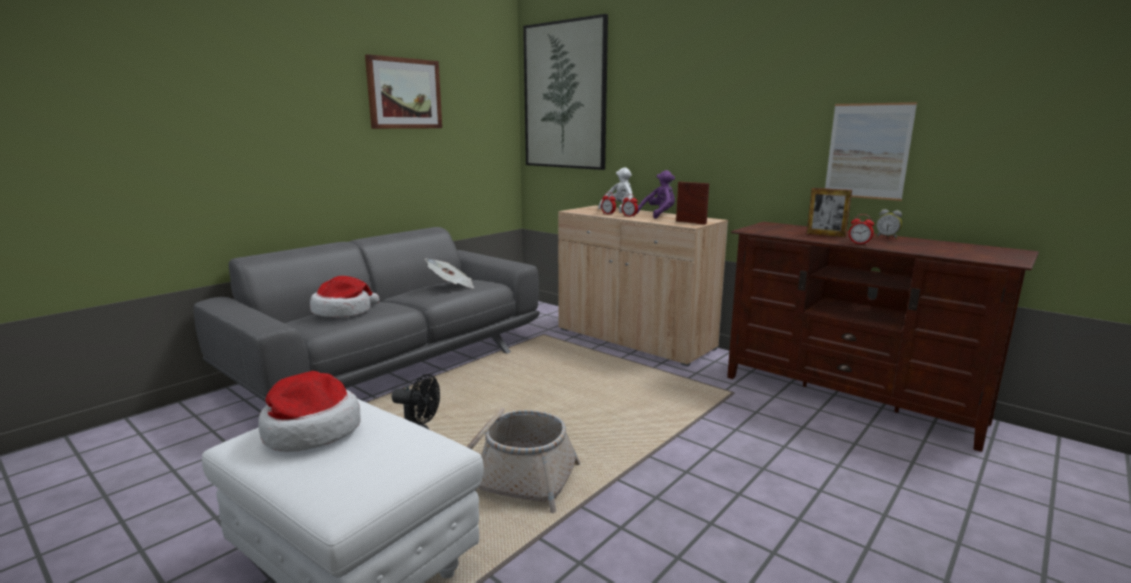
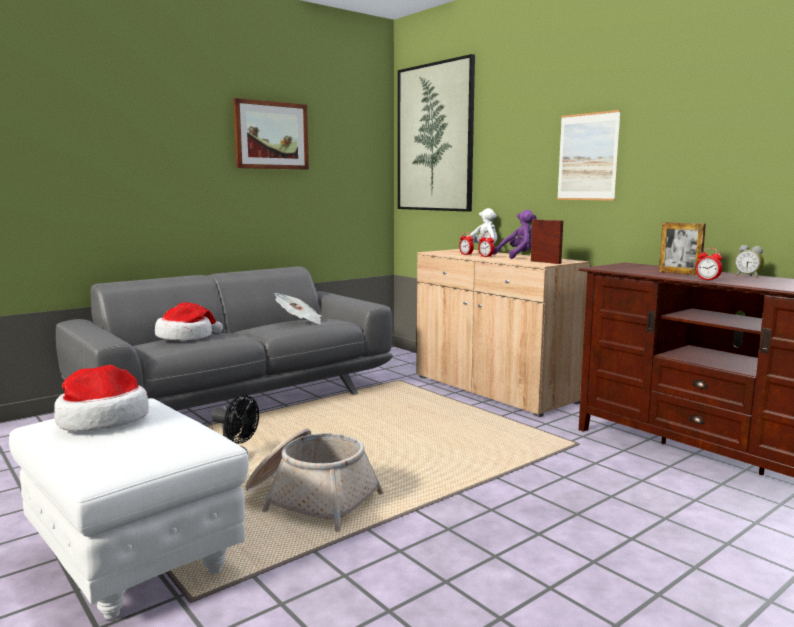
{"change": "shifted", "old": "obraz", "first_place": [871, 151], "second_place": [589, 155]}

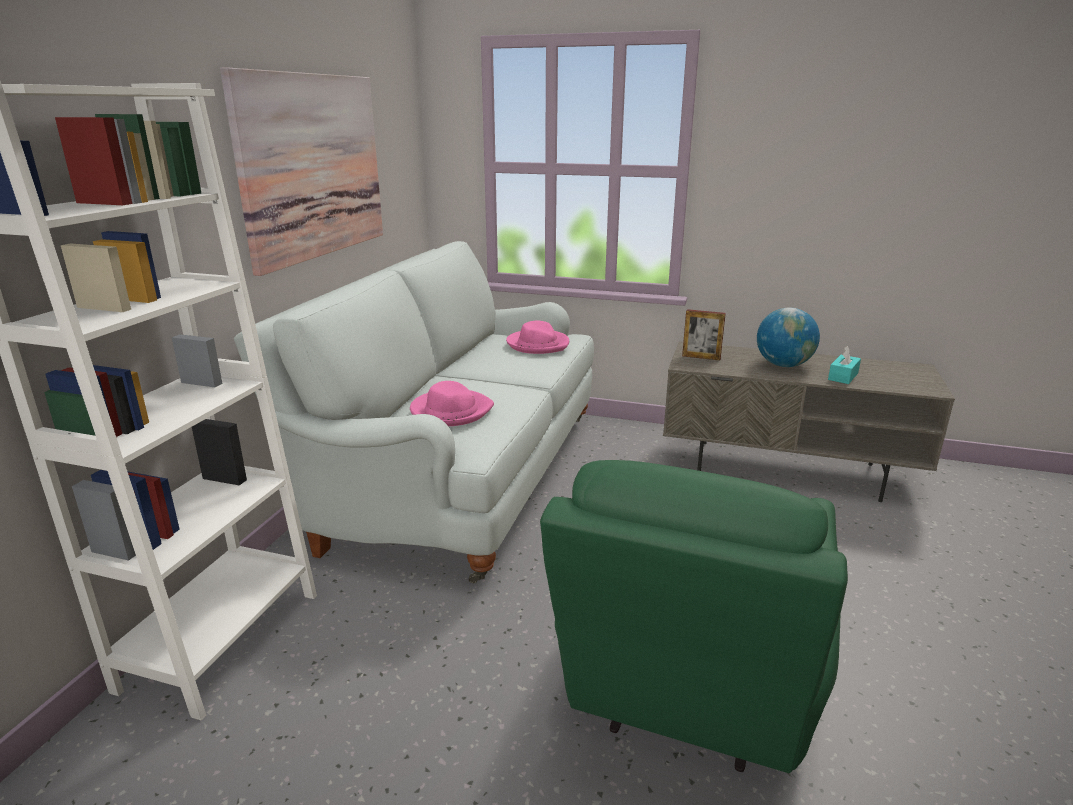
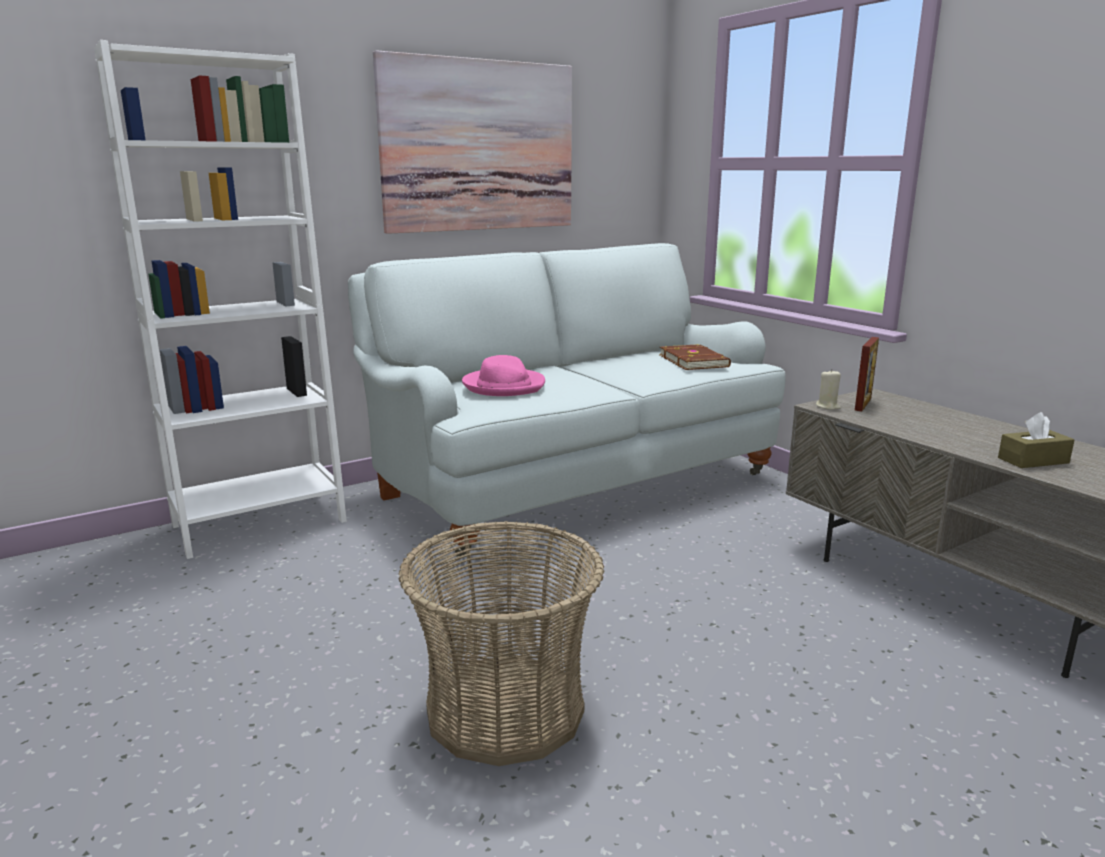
{"change": "swapped", "old": "fotel (zielony)", "new": "koszyk", "first_place": [694, 616], "second_place": [501, 643]}
{"change": "swapped", "old": "kapelusz (różowy)", "new": "książka (brązowy)", "first_place": [537, 337], "second_place": [695, 357]}
{"change": "new", "new": "świeca (beżowy)", "second_place": [828, 389]}
{"change": "rotated", "old": "ramka na zdjęcie", "first_place": [704, 335], "second_place": [867, 374], "degrees": -120}
{"change": "repainted", "old": "pudełko chusteczek (turkusowy)", "new": "pudełko chusteczek (brązowy)", "first_place": [844, 365], "second_place": [1036, 440]}
{"change": "gone", "old": "globus", "first_place": [788, 337]}

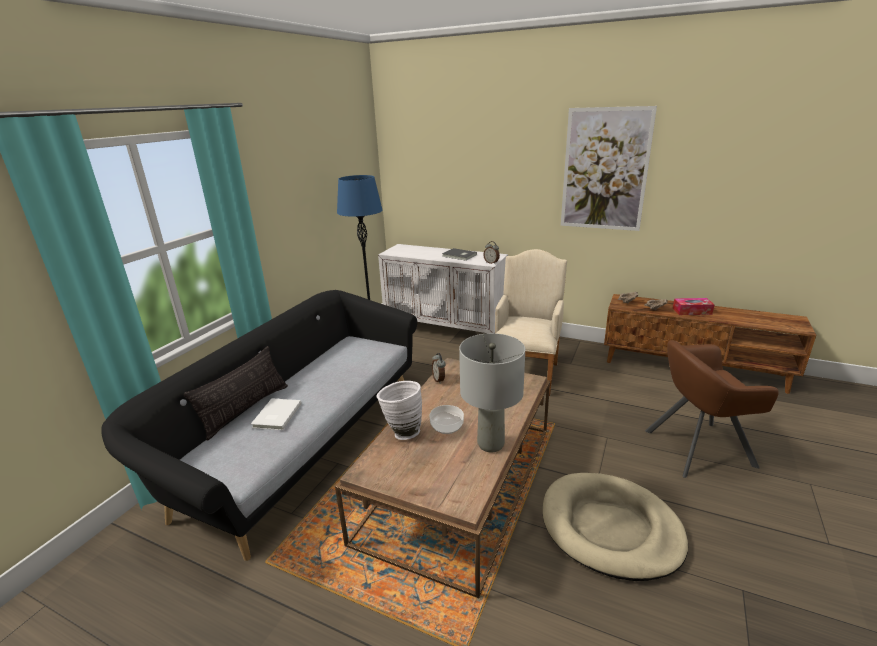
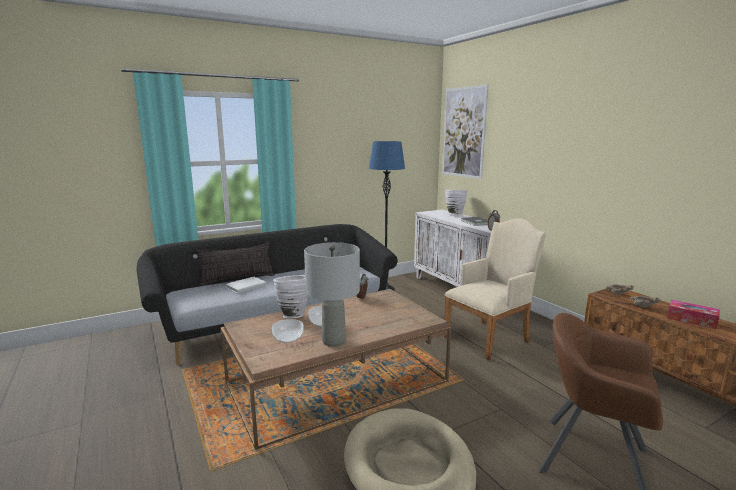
{"change": "new", "new": "miska", "second_place": [288, 331]}
{"change": "shifted", "old": "obraz", "first_place": [609, 168], "second_place": [465, 131]}
{"change": "new", "new": "wazon (biały)", "second_place": [456, 202]}

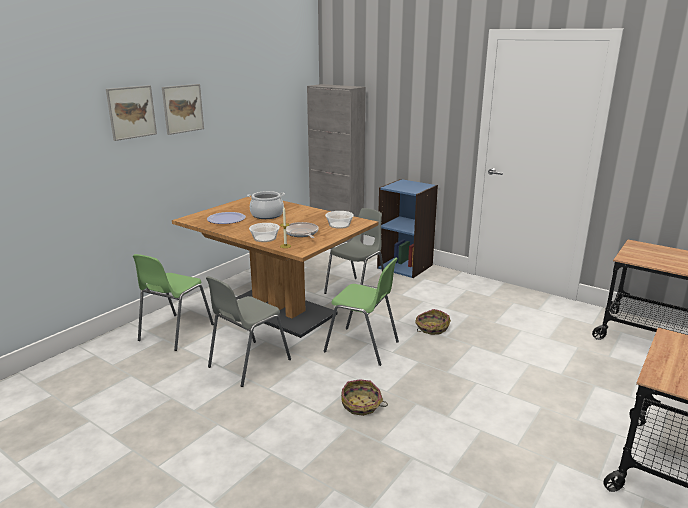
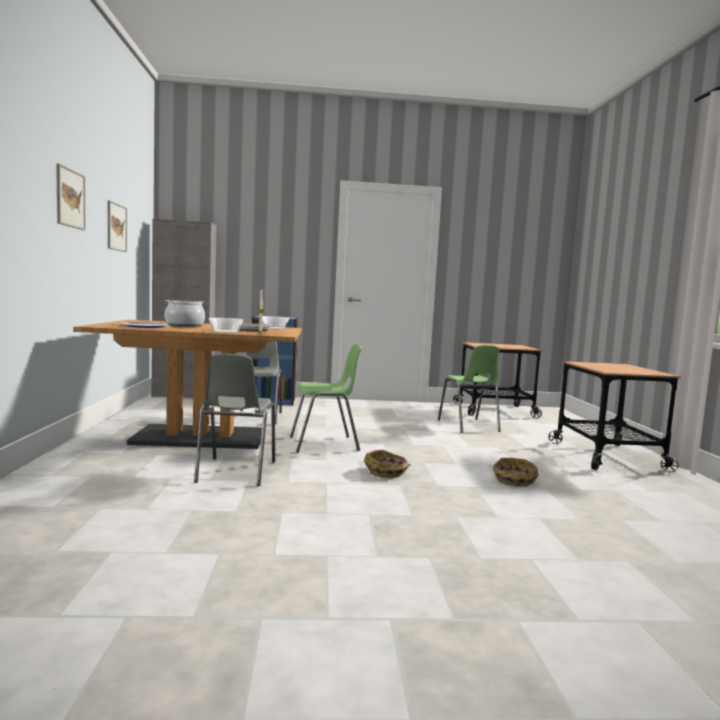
{"change": "shifted", "old": "obraz", "first_place": [131, 113], "second_place": [117, 226]}
{"change": "shifted", "old": "krzesło (zielony)", "first_place": [173, 302], "second_place": [469, 389]}
{"change": "shifted", "old": "koszyk", "first_place": [433, 322], "second_place": [516, 472]}

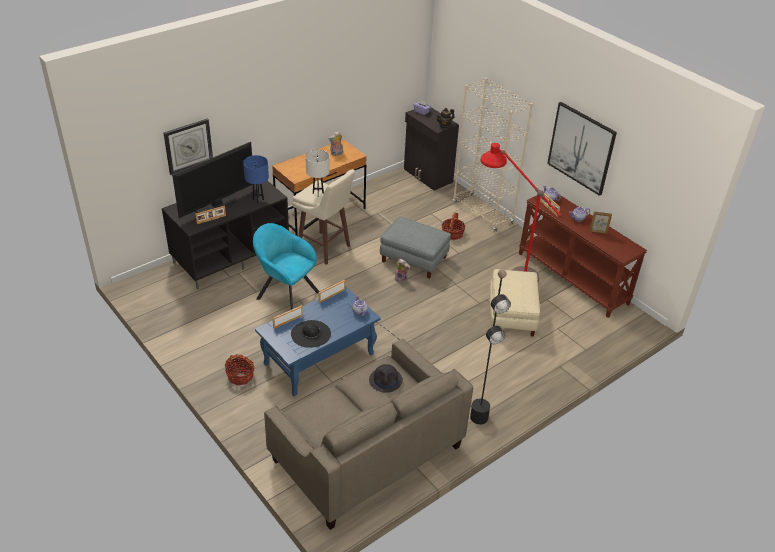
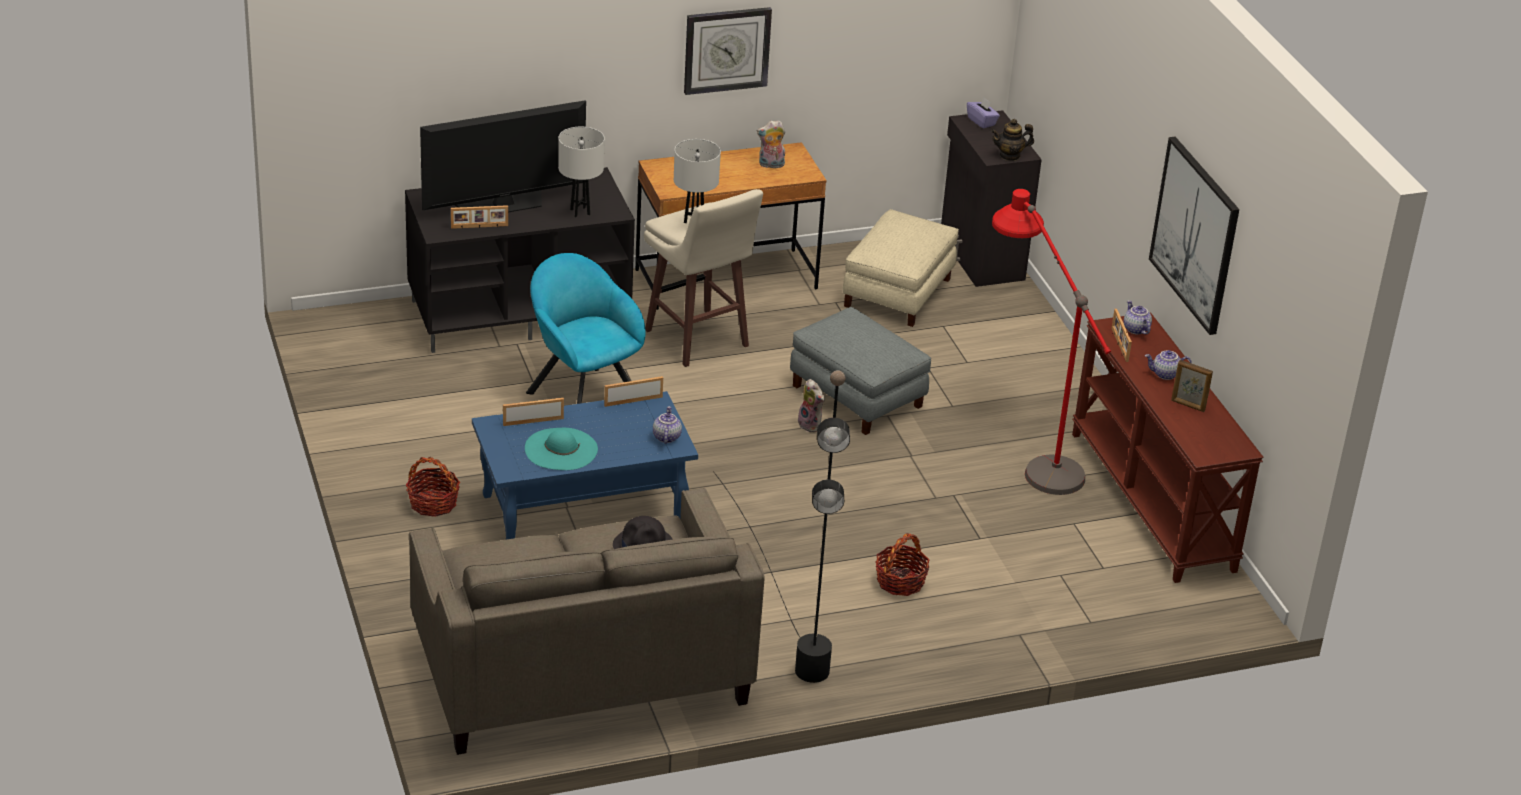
{"change": "repainted", "old": "kapelusz (czarny)", "new": "kapelusz (turkusowy)", "first_place": [311, 334], "second_place": [561, 449]}
{"change": "repainted", "old": "lampa stołowa (niebieski)", "new": "lampa stołowa (biały)", "first_place": [256, 179], "second_place": [581, 172]}
{"change": "shifted", "old": "zegar ścienny", "first_place": [188, 147], "second_place": [728, 51]}
{"change": "shifted", "old": "pufa (beżowy)", "first_place": [515, 303], "second_place": [901, 268]}
{"change": "shifted", "old": "koszyk", "first_place": [454, 226], "second_place": [902, 564]}
{"change": "gone", "old": "regał (beżowy)", "first_place": [493, 155]}

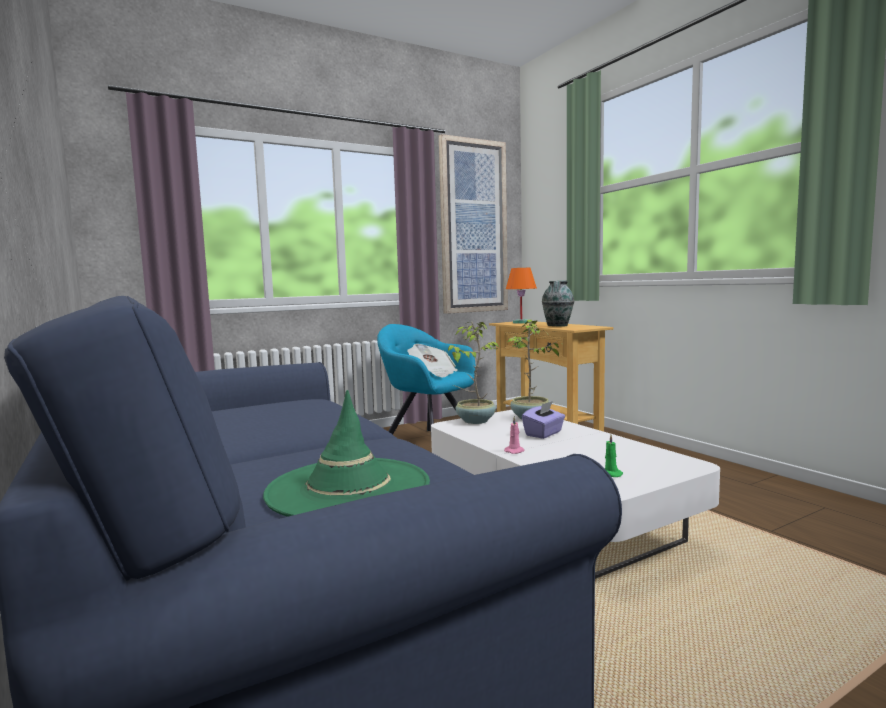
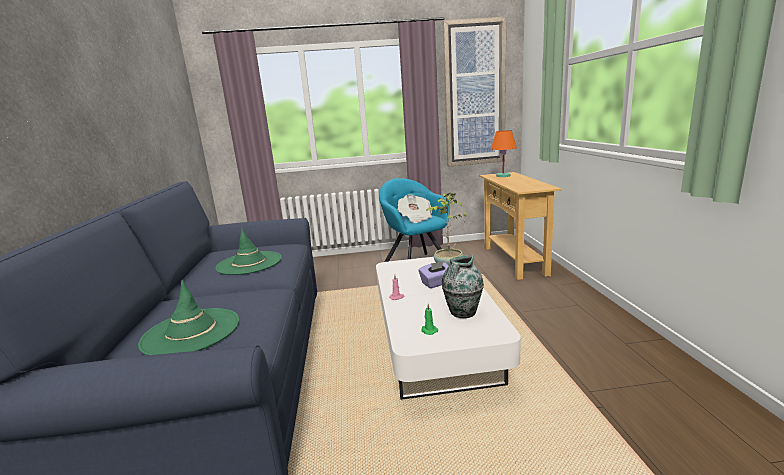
{"change": "new", "new": "kapelusz (zielony)", "second_place": [248, 251]}
{"change": "shifted", "old": "wazon", "first_place": [558, 303], "second_place": [463, 286]}
{"change": "gone", "old": "roślina doniczkowa", "first_place": [474, 373]}

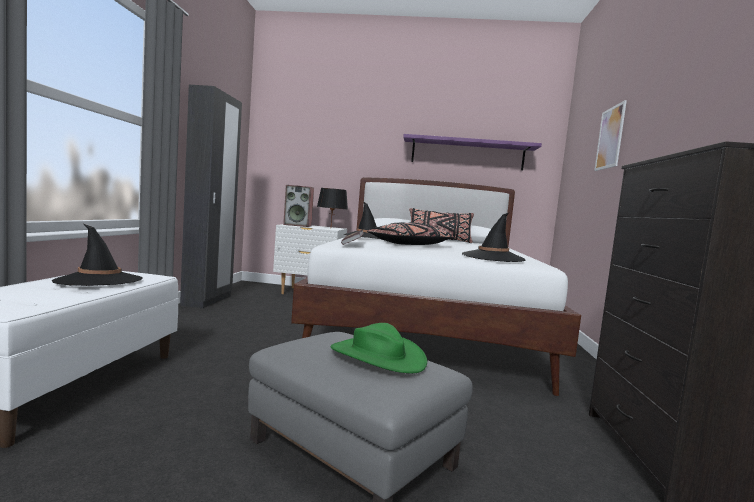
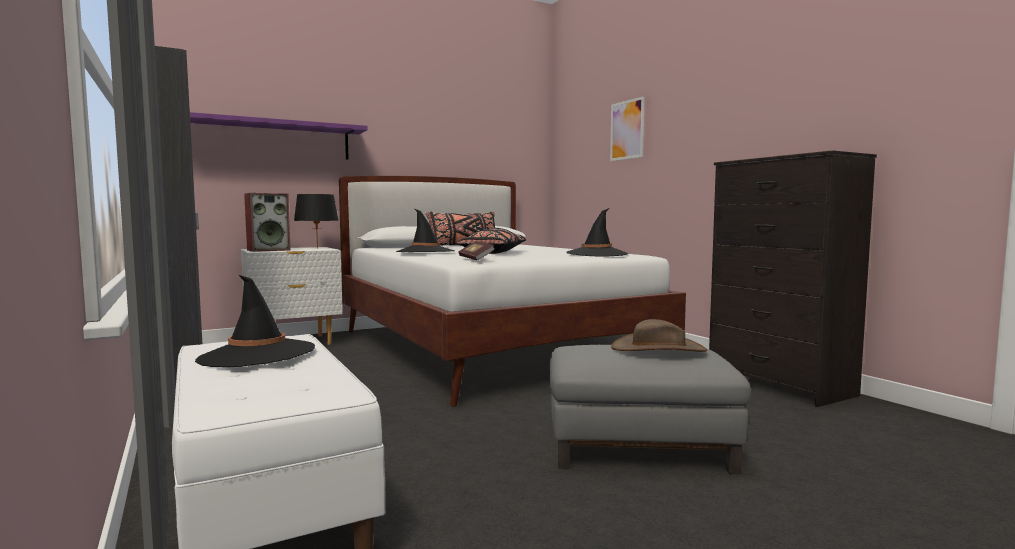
{"change": "shifted", "old": "półka (fioletowy)", "first_place": [472, 152], "second_place": [279, 136]}
{"change": "repainted", "old": "kapelusz (zielony)", "new": "kapelusz (brązowy)", "first_place": [379, 348], "second_place": [659, 335]}

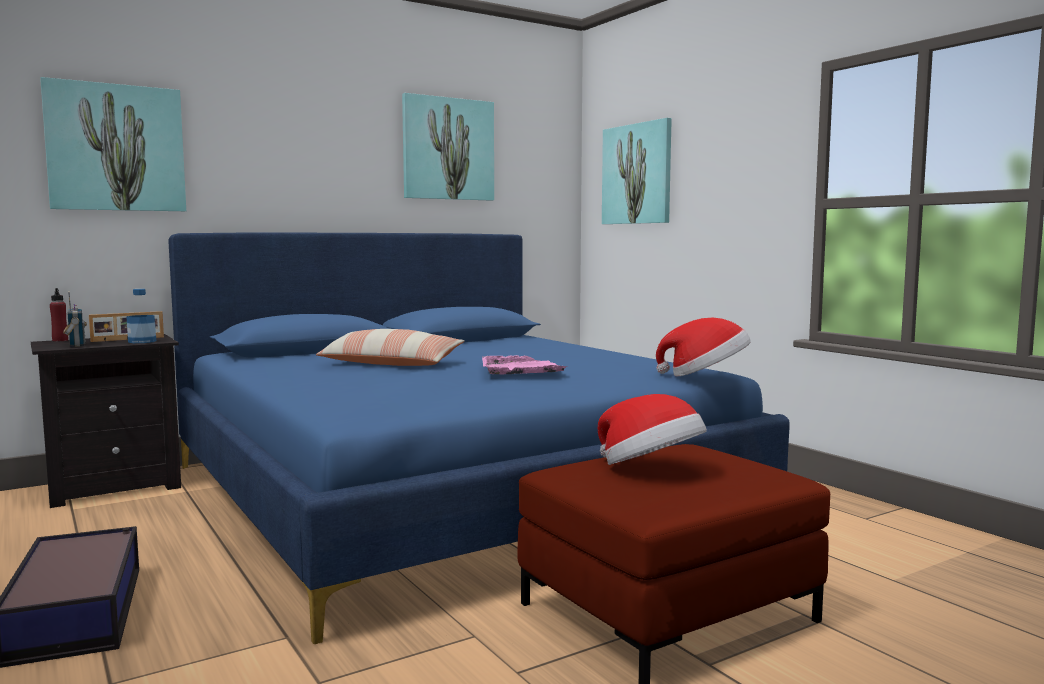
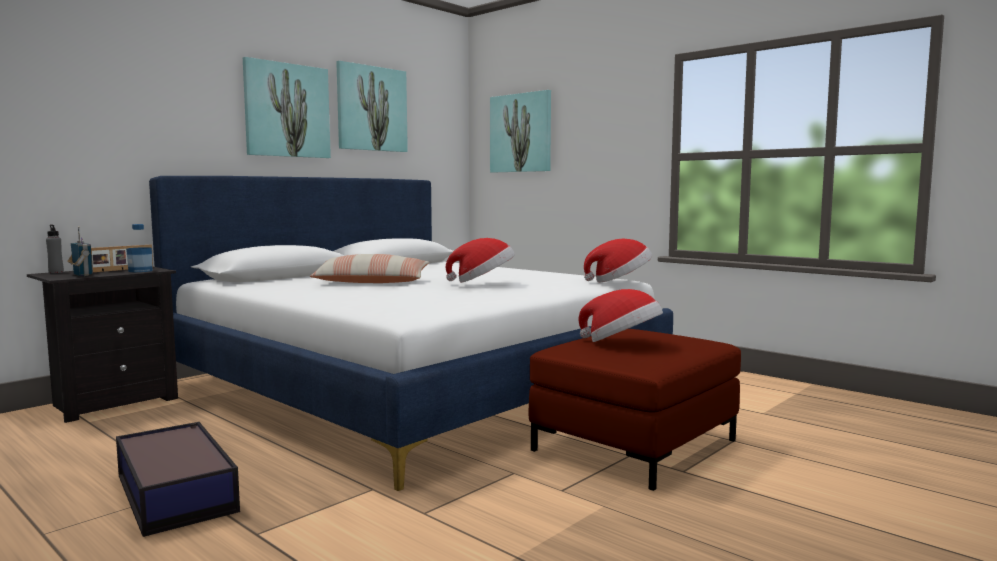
{"change": "repainted", "old": "butelka (czerwony)", "new": "butelka (szary)", "first_place": [59, 314], "second_place": [55, 249]}
{"change": "repainted", "old": "łóżko (niebieski)", "new": "łóżko (biały)", "first_place": [479, 438], "second_place": [411, 333]}
{"change": "shifted", "old": "obraz", "first_place": [113, 144], "second_place": [287, 107]}
{"change": "swapped", "old": "taca (różowy)", "new": "kapelusz", "first_place": [524, 365], "second_place": [480, 260]}

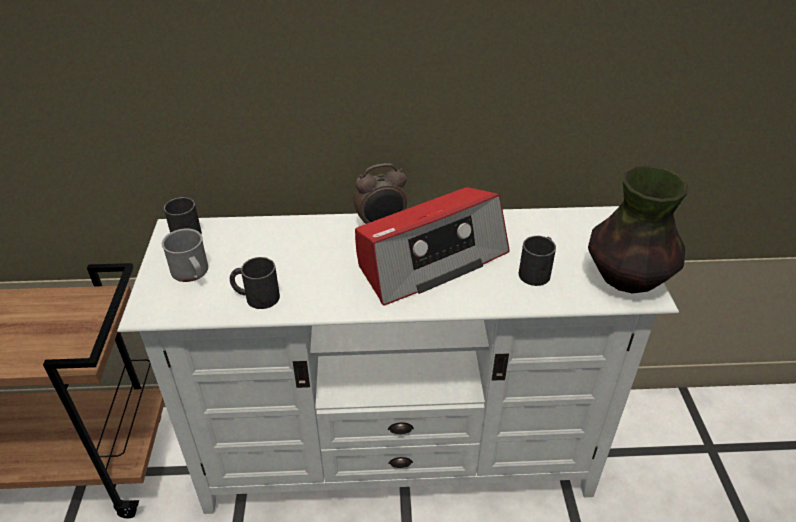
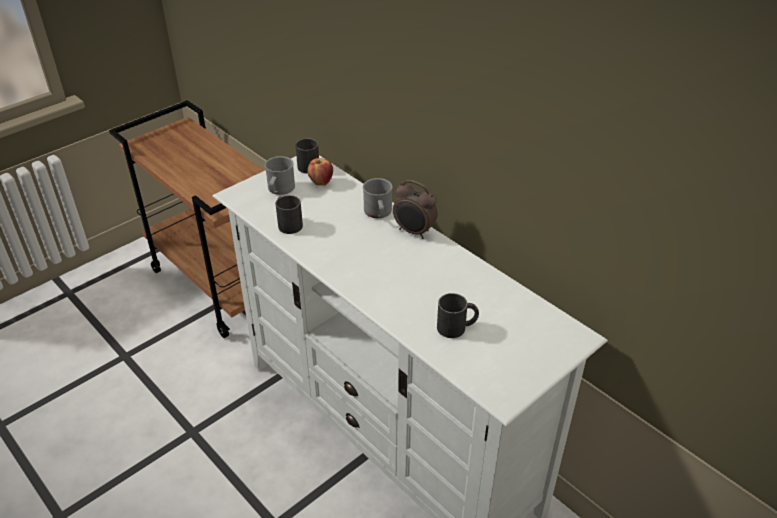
{"change": "new", "new": "jabłko", "second_place": [320, 172]}
{"change": "new", "new": "kubek (szary)", "second_place": [378, 198]}
{"change": "gone", "old": "radio", "first_place": [432, 246]}
{"change": "gone", "old": "wazon", "first_place": [638, 229]}

